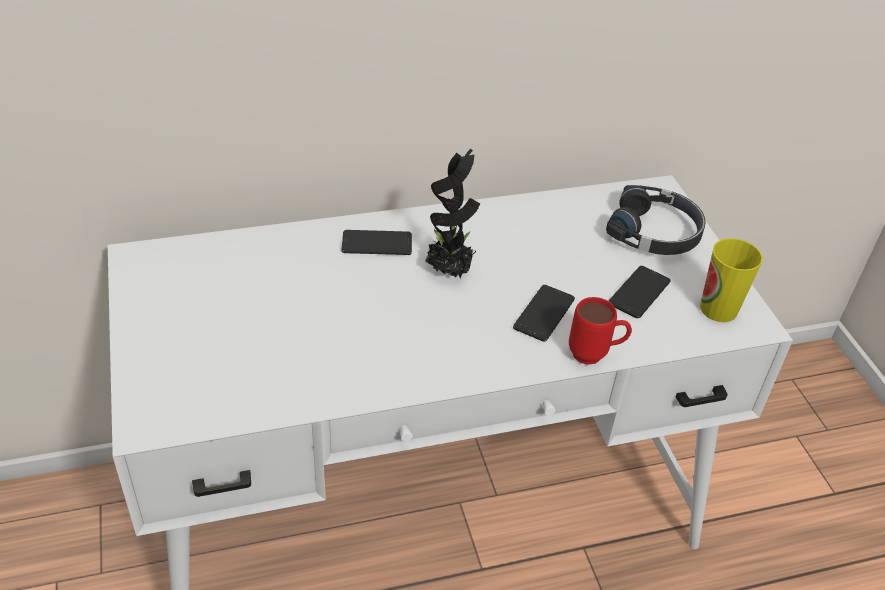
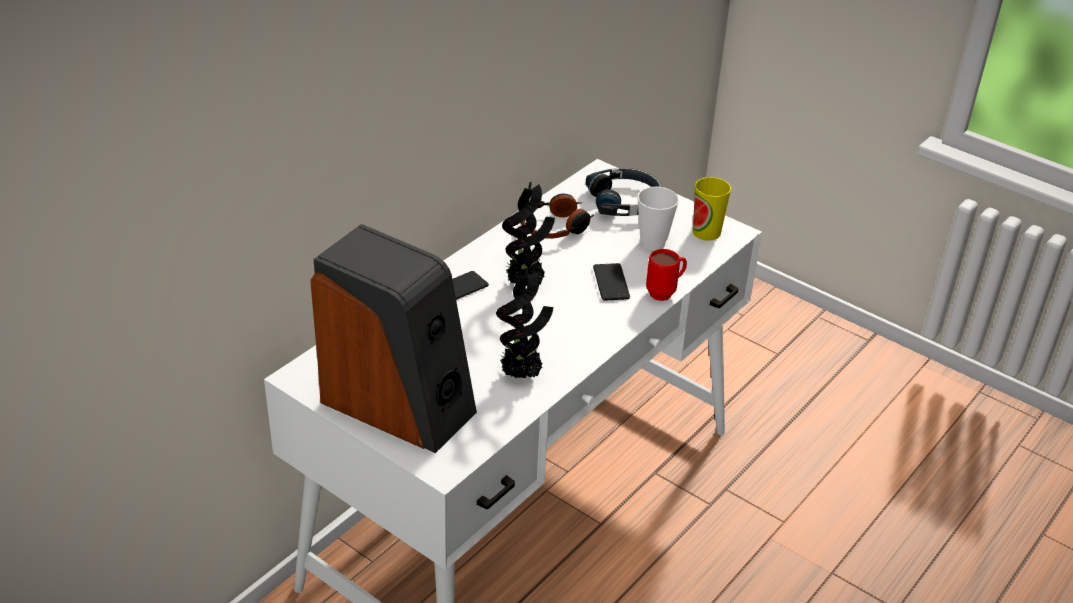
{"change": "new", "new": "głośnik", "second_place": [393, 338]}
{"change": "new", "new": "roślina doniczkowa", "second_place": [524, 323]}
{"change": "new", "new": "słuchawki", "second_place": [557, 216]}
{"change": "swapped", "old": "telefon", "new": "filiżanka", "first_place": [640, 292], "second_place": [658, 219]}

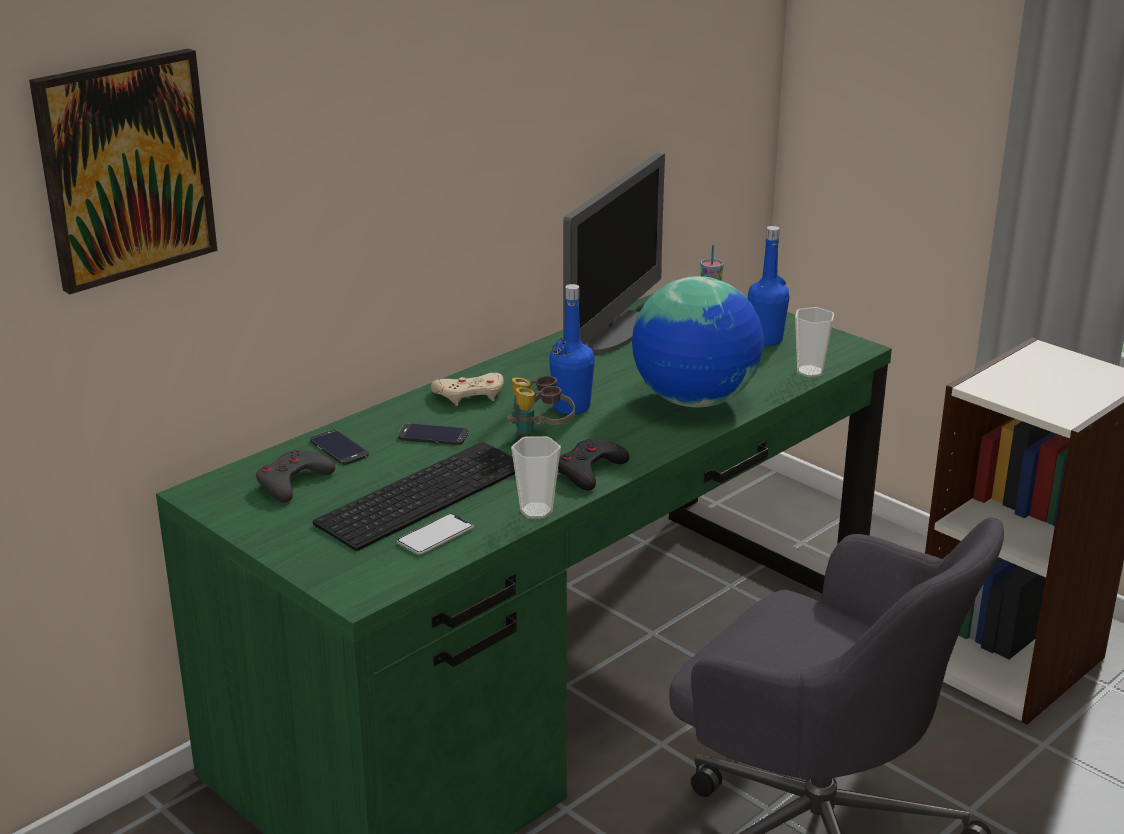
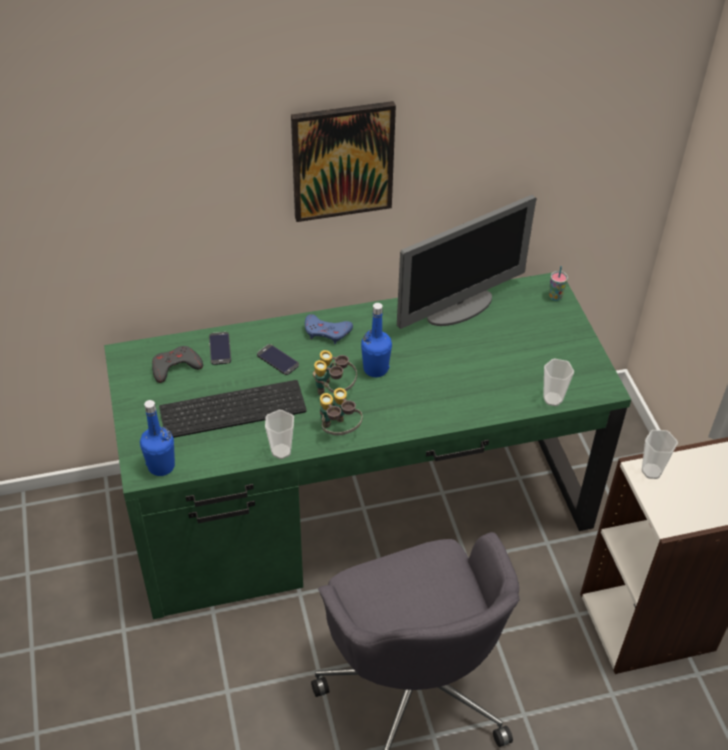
{"change": "shifted", "old": "butelka (niebieski)", "first_place": [769, 286], "second_place": [157, 438]}
{"change": "shifted", "old": "obraz", "first_place": [123, 171], "second_place": [343, 161]}
{"change": "repainted", "old": "pad do gier (beżowy)", "new": "pad do gier (niebieski)", "first_place": [467, 389], "second_place": [329, 329]}
{"change": "swapped", "old": "pad do gier (czarny)", "new": "lornetka", "first_place": [594, 465], "second_place": [341, 411]}
{"change": "new", "new": "filiżanka", "second_place": [660, 454]}
{"change": "gone", "old": "telefon", "first_place": [435, 534]}
{"change": "gone", "old": "globus", "first_place": [698, 342]}

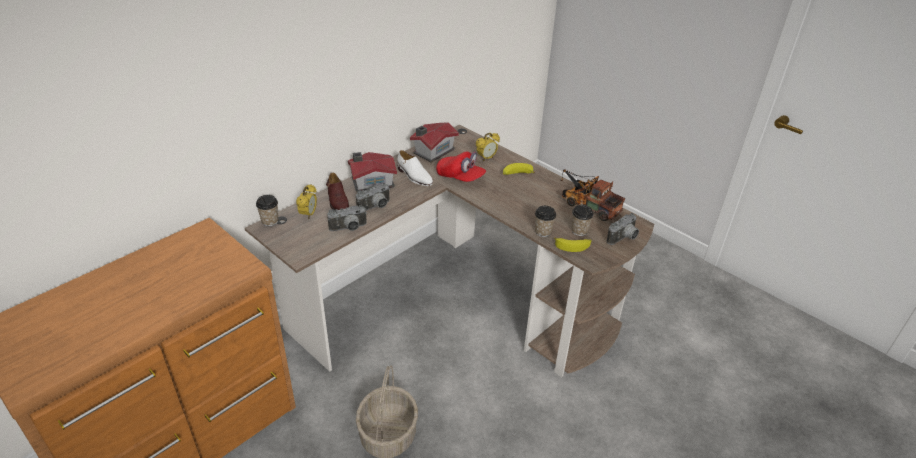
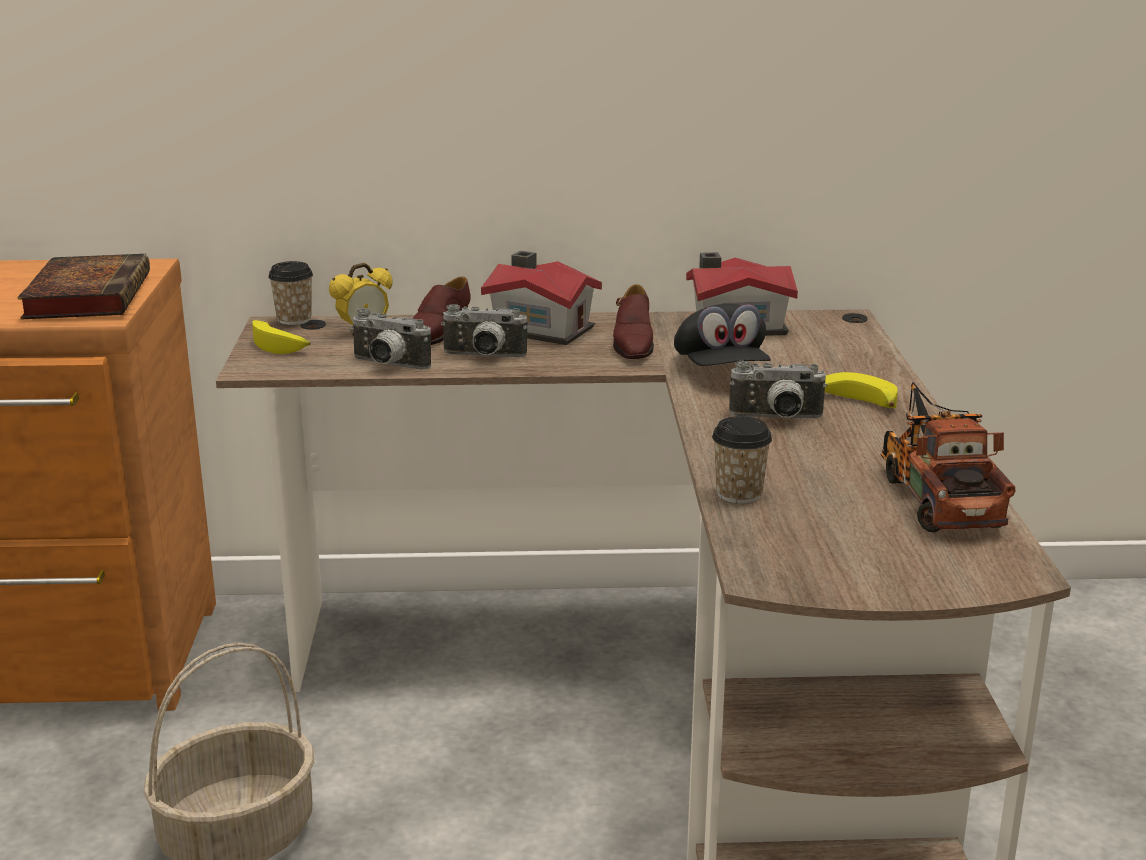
{"change": "new", "new": "książka", "second_place": [83, 287]}
{"change": "shifted", "old": "banan", "first_place": [573, 244], "second_place": [281, 337]}
{"change": "repainted", "old": "but (biały)", "new": "but (brązowy)", "first_place": [415, 168], "second_place": [633, 321]}
{"change": "repainted", "old": "czapka z daszkiem (czerwony)", "new": "czapka z daszkiem (czarny)", "first_place": [461, 167], "second_place": [722, 335]}
{"change": "shifted", "old": "aparat fotograficzny", "first_place": [623, 229], "second_place": [778, 389]}
{"change": "gone", "old": "budzik", "first_place": [488, 147]}
{"change": "gone", "old": "filiżanka", "first_place": [582, 220]}

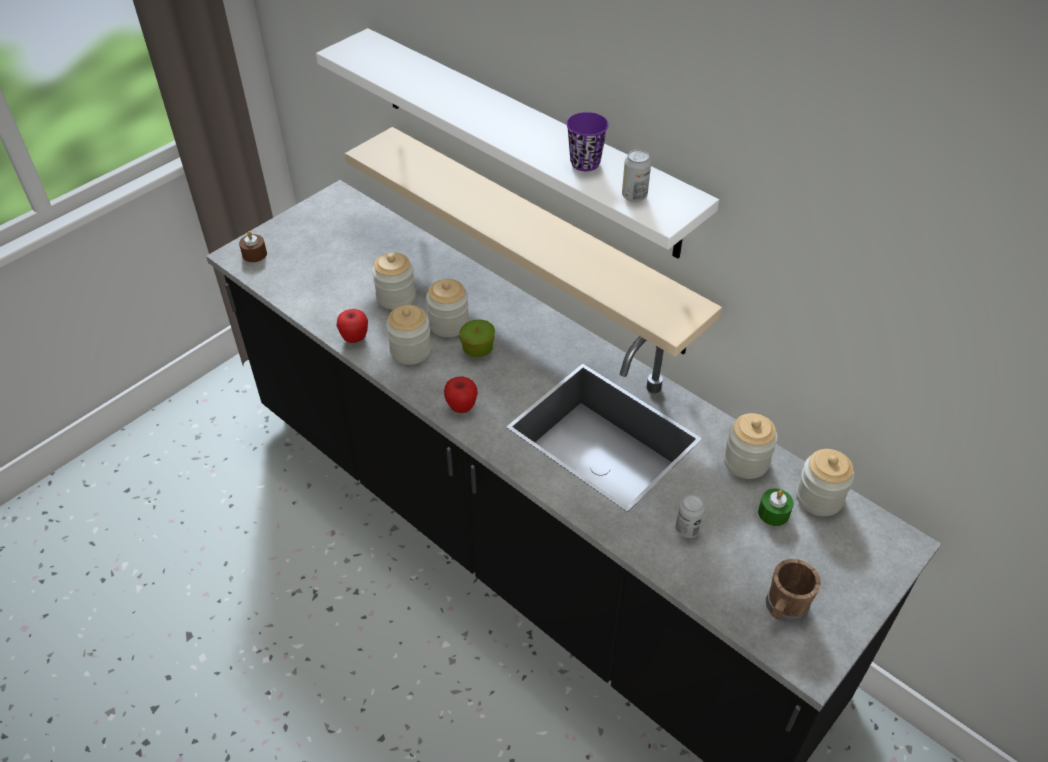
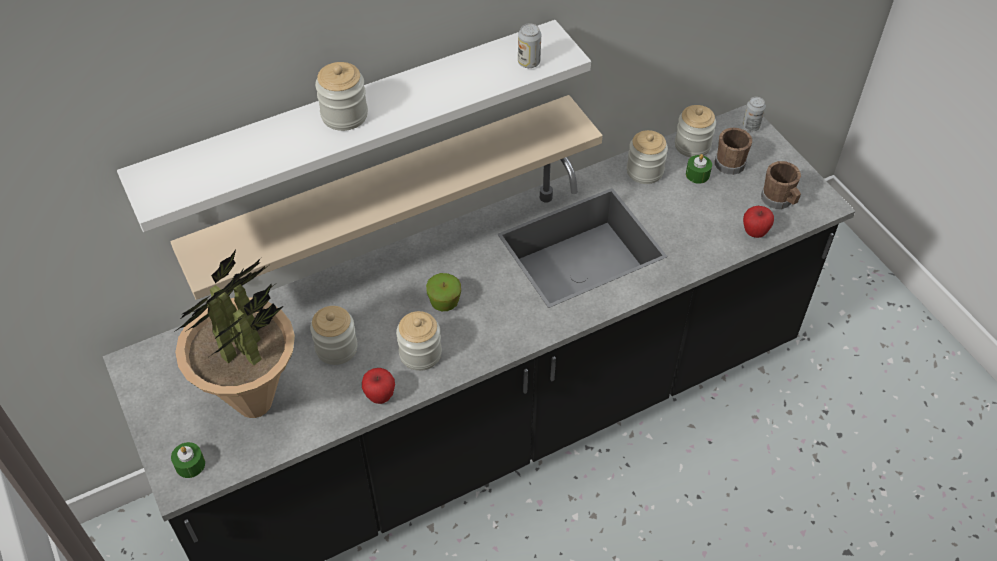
{"change": "repainted", "old": "świeca (brązowy)", "new": "świeca (zielony)", "first_place": [253, 246], "second_place": [188, 460]}
{"change": "new", "new": "roślina doniczkowa", "second_place": [234, 334]}
{"change": "shifted", "old": "słoik", "first_place": [447, 308], "second_place": [341, 96]}
{"change": "new", "new": "kubek (brązowy)", "second_place": [733, 151]}
{"change": "shifted", "old": "puszka", "first_place": [690, 516], "second_place": [754, 114]}
{"change": "shifted", "old": "jabłko", "first_place": [461, 394], "second_place": [758, 222]}
{"change": "gone", "old": "filiżanka (fioletowy)", "first_place": [587, 141]}

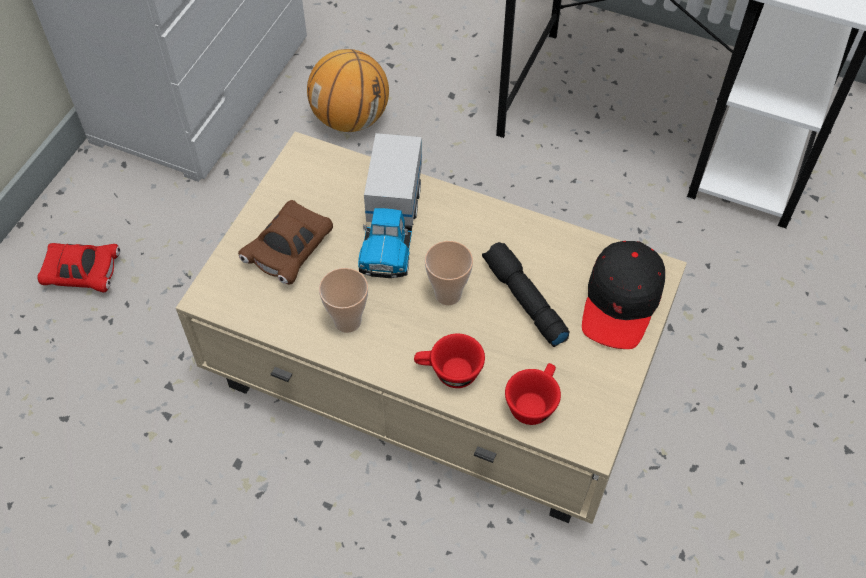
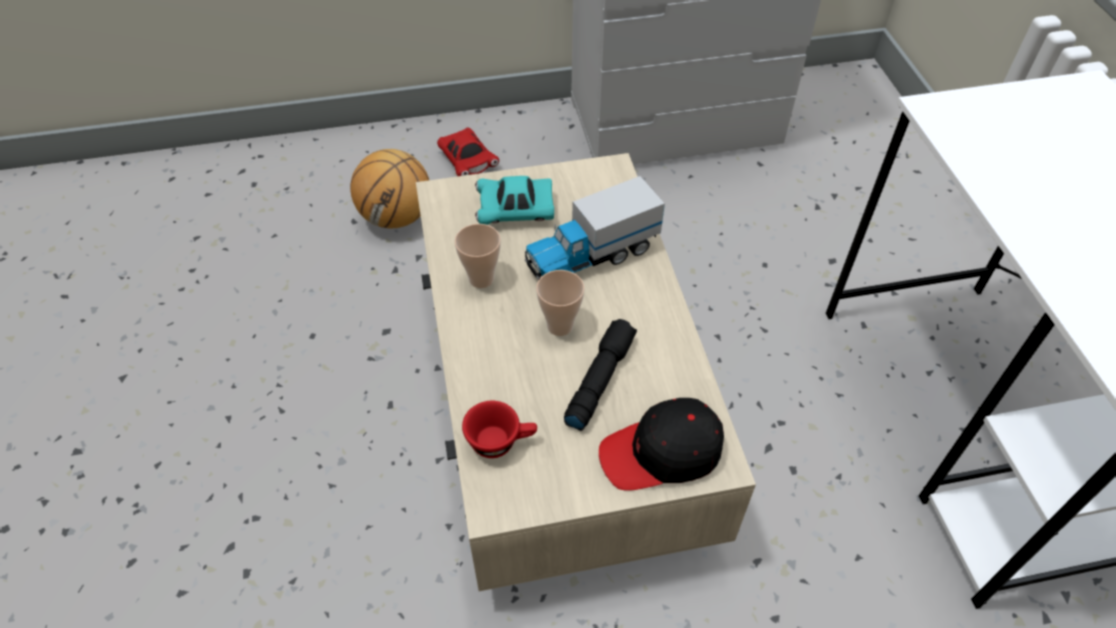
{"change": "shifted", "old": "piłka do koszykówki", "first_place": [348, 90], "second_place": [389, 188]}
{"change": "repainted", "old": "samochodzik (brązowy)", "new": "samochodzik (turkusowy)", "first_place": [285, 242], "second_place": [514, 200]}
{"change": "gone", "old": "filiżanka (czerwony)", "first_place": [449, 361]}

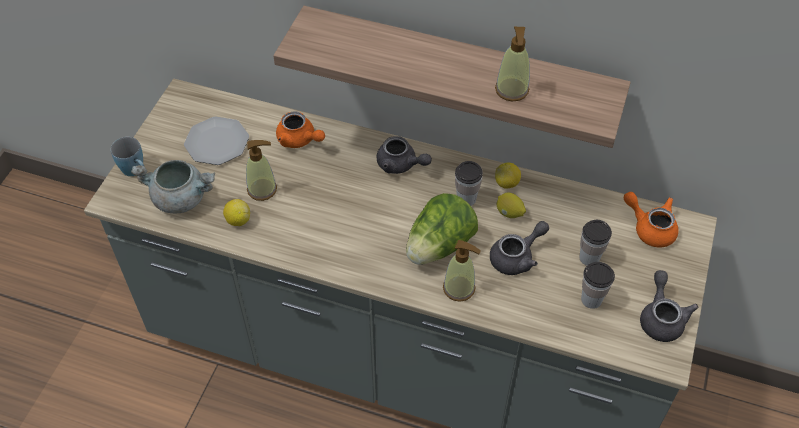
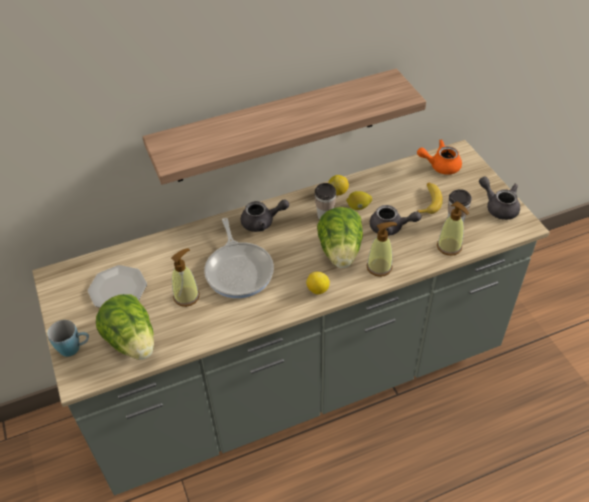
{"change": "swapped", "old": "garnek (szary)", "new": "sałata", "first_place": [173, 186], "second_place": [125, 327]}
{"change": "new", "new": "patelnia", "second_place": [239, 258]}
{"change": "shifted", "old": "cytryna", "first_place": [236, 212], "second_place": [318, 283]}
{"change": "rotated", "old": "imbryk (szary)", "first_place": [519, 248], "second_place": [395, 220], "degrees": 90}
{"change": "swapped", "old": "filiżanka", "new": "banan", "first_place": [596, 243], "second_place": [430, 198]}
{"change": "shifted", "old": "dozownik mydła", "first_place": [512, 64], "second_place": [453, 228]}
{"change": "gone", "old": "imbryk (pomarańczowy)", "first_place": [300, 129]}

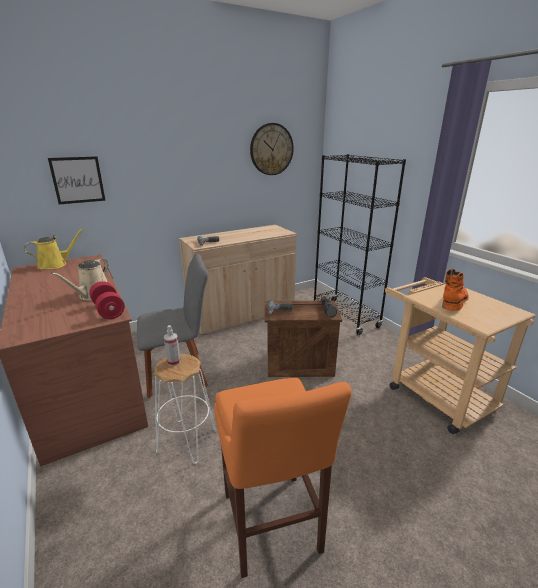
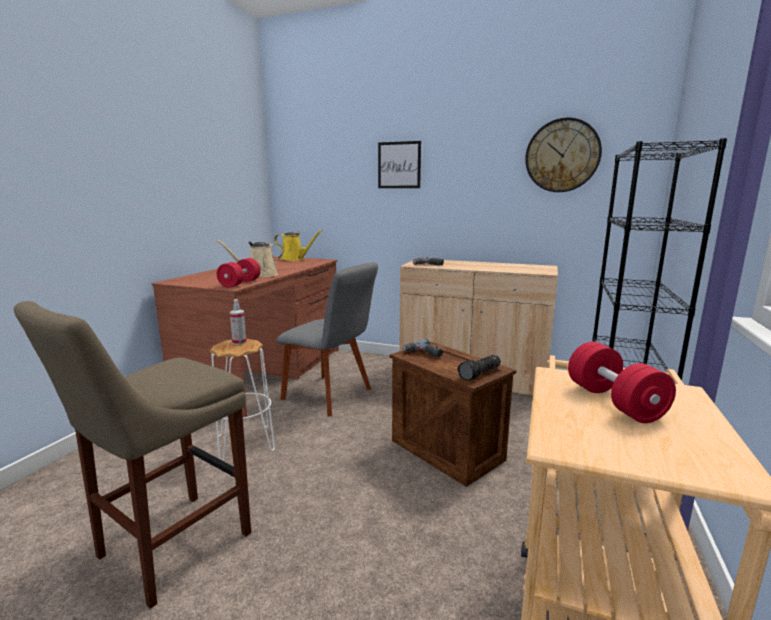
{"change": "repainted", "old": "stołek (pomarańczowy)", "new": "stołek (beżowy)", "first_place": [282, 478], "second_place": [132, 455]}
{"change": "shifted", "old": "obraz", "first_place": [77, 180], "second_place": [399, 164]}
{"change": "swapped", "old": "but z cholewką (pomarańczowy)", "new": "hantel (czerwony)", "first_place": [455, 289], "second_place": [622, 382]}

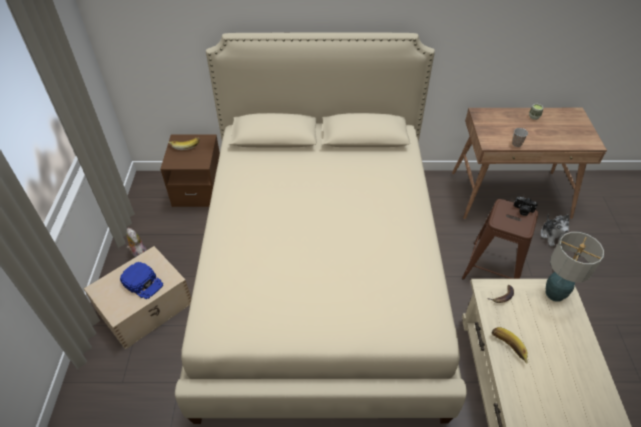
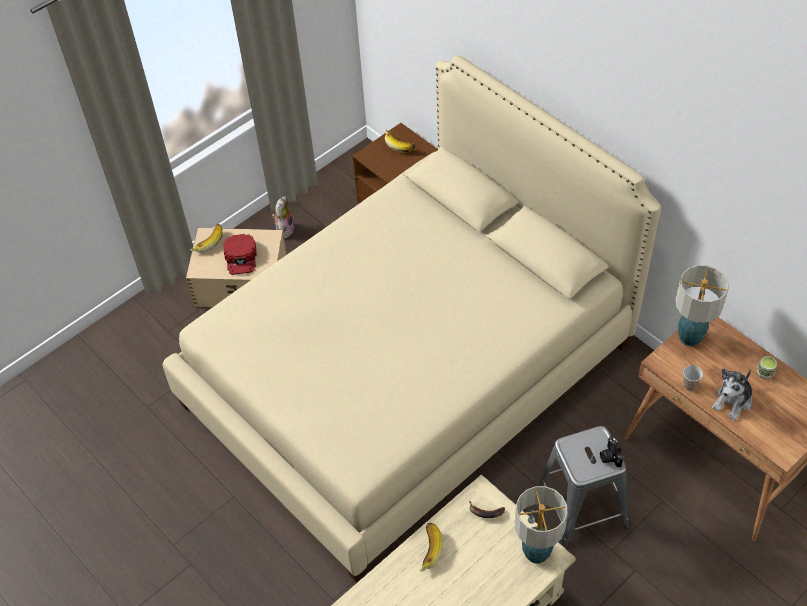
{"change": "new", "new": "banan", "second_place": [206, 238]}
{"change": "repainted", "old": "czapka z daszkiem (niebieski)", "new": "czapka z daszkiem (czerwony)", "first_place": [141, 280], "second_place": [240, 254]}
{"change": "repainted", "old": "stołek (brązowy)", "new": "stołek (szary)", "first_place": [500, 239], "second_place": [583, 487]}
{"change": "new", "new": "lampa stołowa", "second_place": [702, 305]}
{"change": "shifted", "old": "pluszak", "first_place": [554, 229], "second_place": [732, 394]}

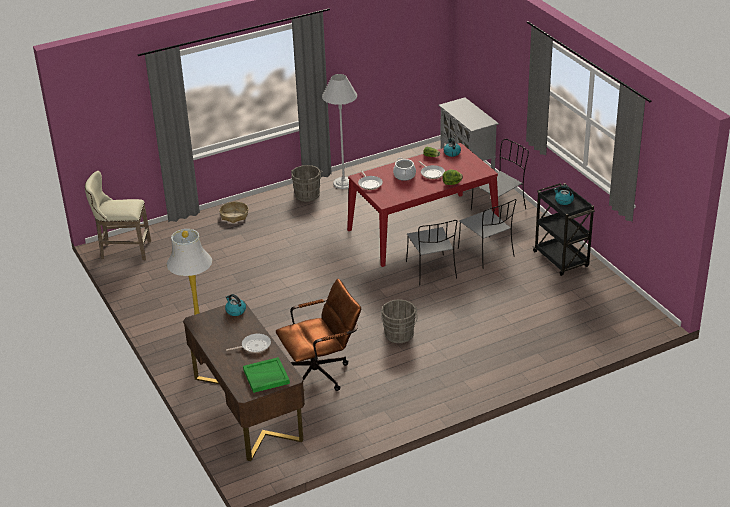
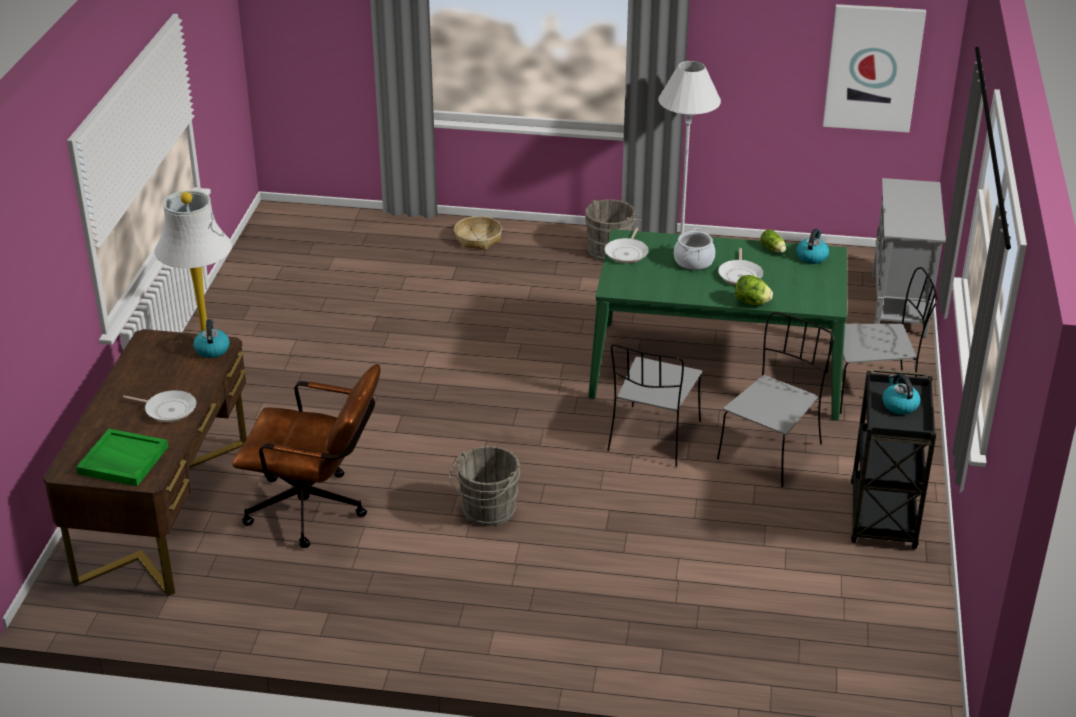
{"change": "repainted", "old": "stół jadalny (czerwony)", "new": "stół jadalny (zielony)", "first_place": [423, 205], "second_place": [717, 325]}
{"change": "rotated", "old": "krzesło (szary)", "first_place": [487, 233], "second_place": [775, 399], "degrees": -150}
{"change": "new", "new": "obraz", "second_place": [874, 68]}
{"change": "gone", "old": "stołek (beżowy)", "first_place": [118, 215]}

